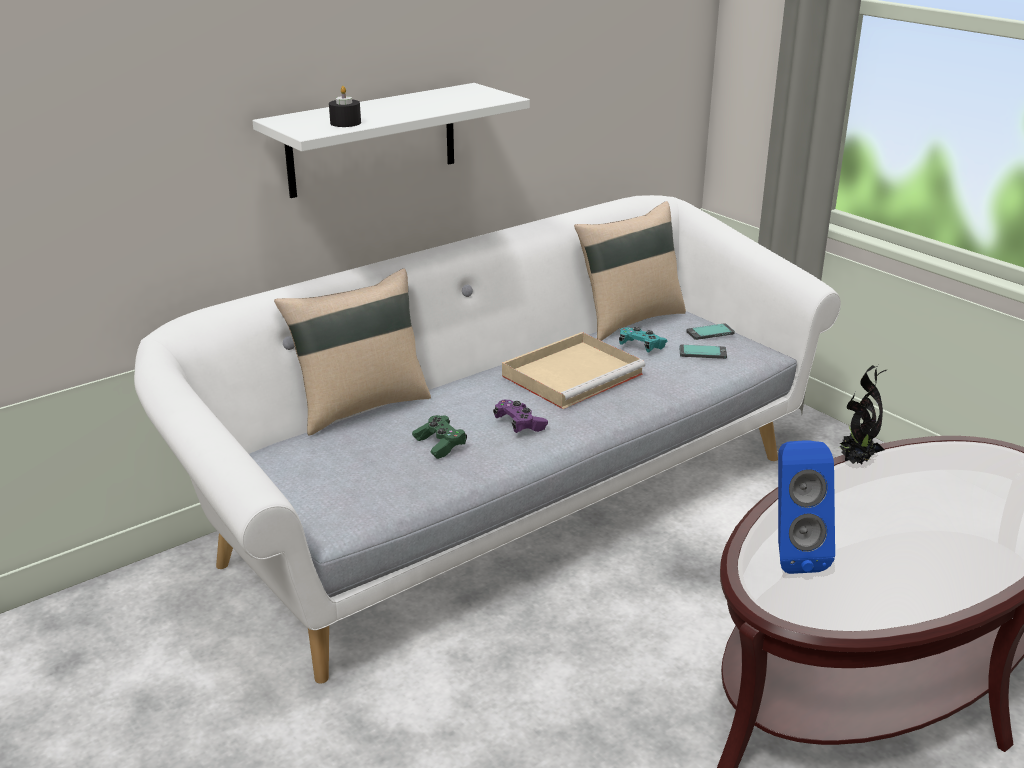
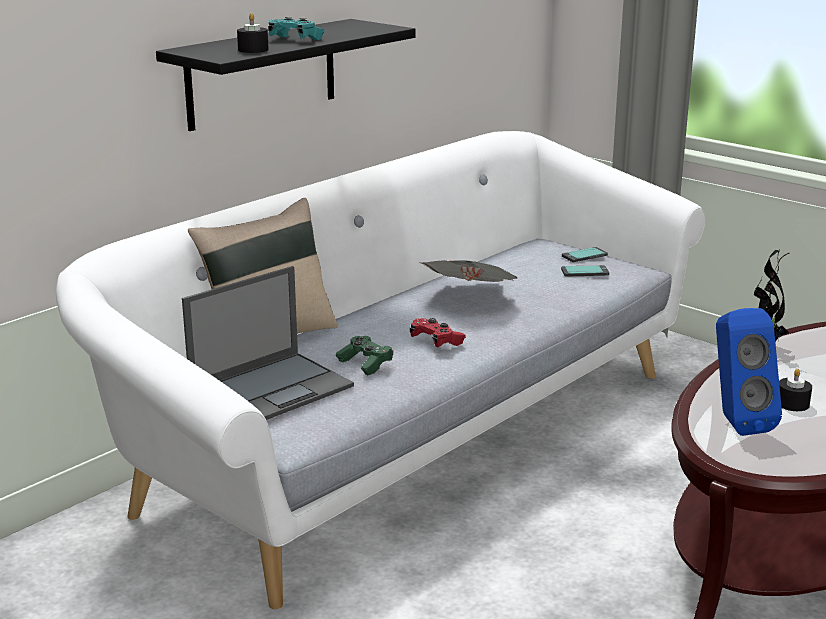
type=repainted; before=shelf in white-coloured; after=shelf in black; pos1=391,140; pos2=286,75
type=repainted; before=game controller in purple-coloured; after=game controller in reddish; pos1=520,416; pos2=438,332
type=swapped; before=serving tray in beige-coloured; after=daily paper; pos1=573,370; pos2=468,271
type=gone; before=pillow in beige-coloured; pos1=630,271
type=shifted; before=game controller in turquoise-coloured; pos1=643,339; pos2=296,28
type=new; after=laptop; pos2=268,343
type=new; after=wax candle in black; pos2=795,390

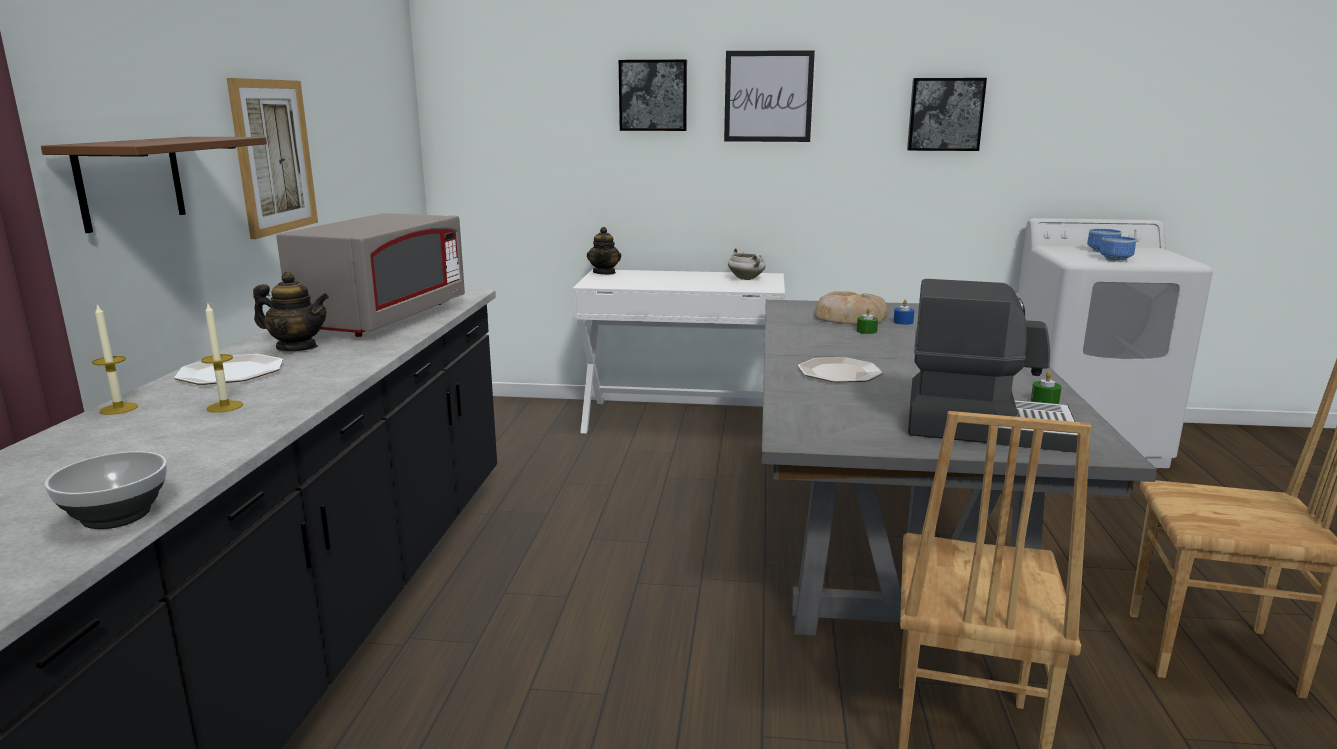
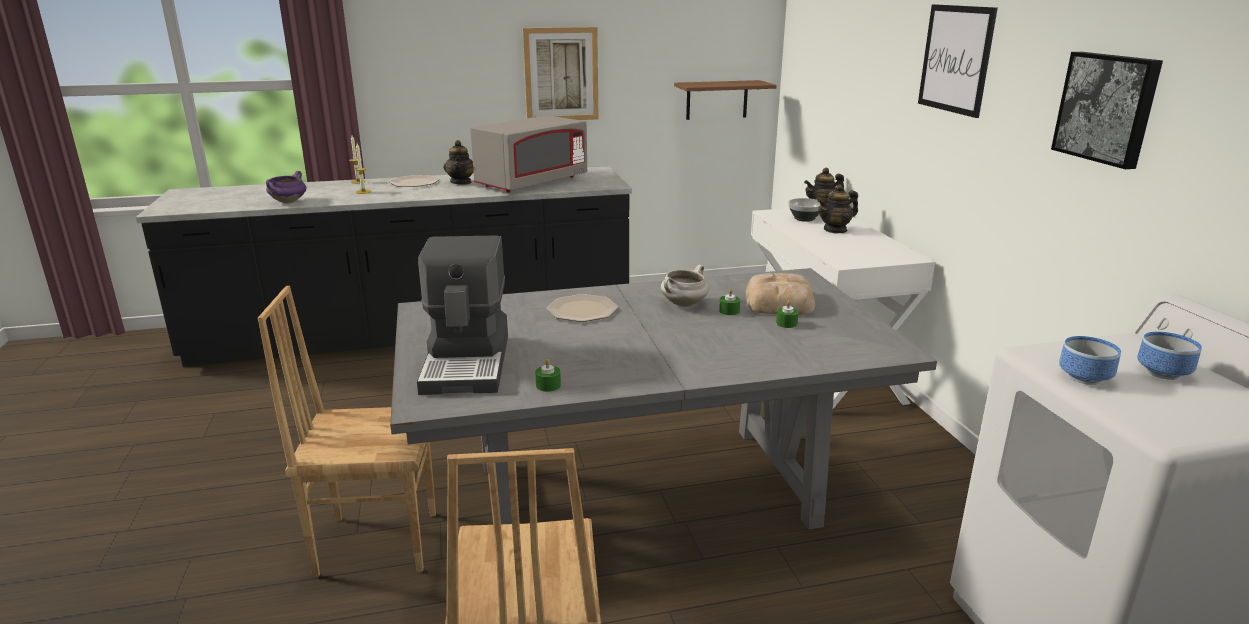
type=shifted; before=shelf in brownish; pos1=154,185; pos2=725,100
type=shifted; before=serving bowl; pos1=105,490; pos2=804,210
type=rotated; before=microwave oven in greyish; pos1=370,275; pos2=528,154; turn=-45
type=gone; before=picture; pos1=653,95
type=shifted; before=cooking pot in white-coloured; pos1=747,264; pos2=685,286
type=repainted; before=wax candle in bluish; after=wax candle in green-coloured; pos1=903,312; pos2=787,314
type=new; after=cooking pot in purple-coloured; pos2=286,187
type=new; after=tea pot; pos2=837,208

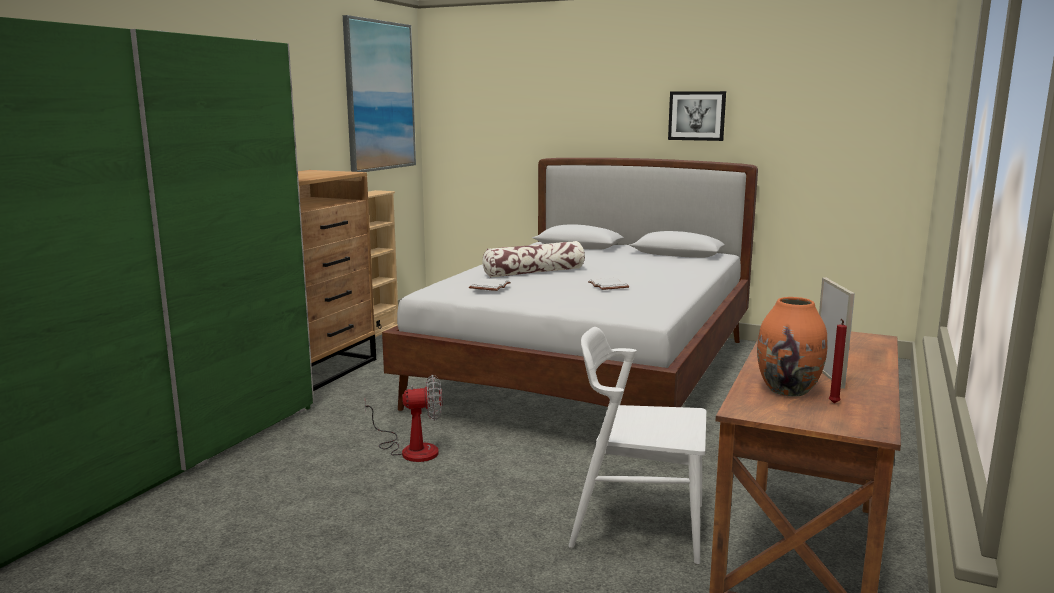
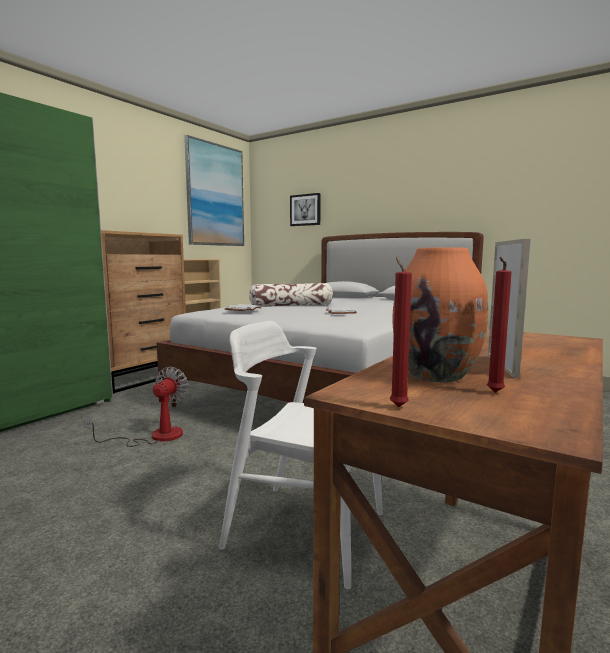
type=rotated; before=fan; pos1=403,418; pos2=136,407; turn=-75
type=shifted; before=picture; pos1=697,116; pos2=305,209
type=new; after=wax candle in reddish; pos2=401,332

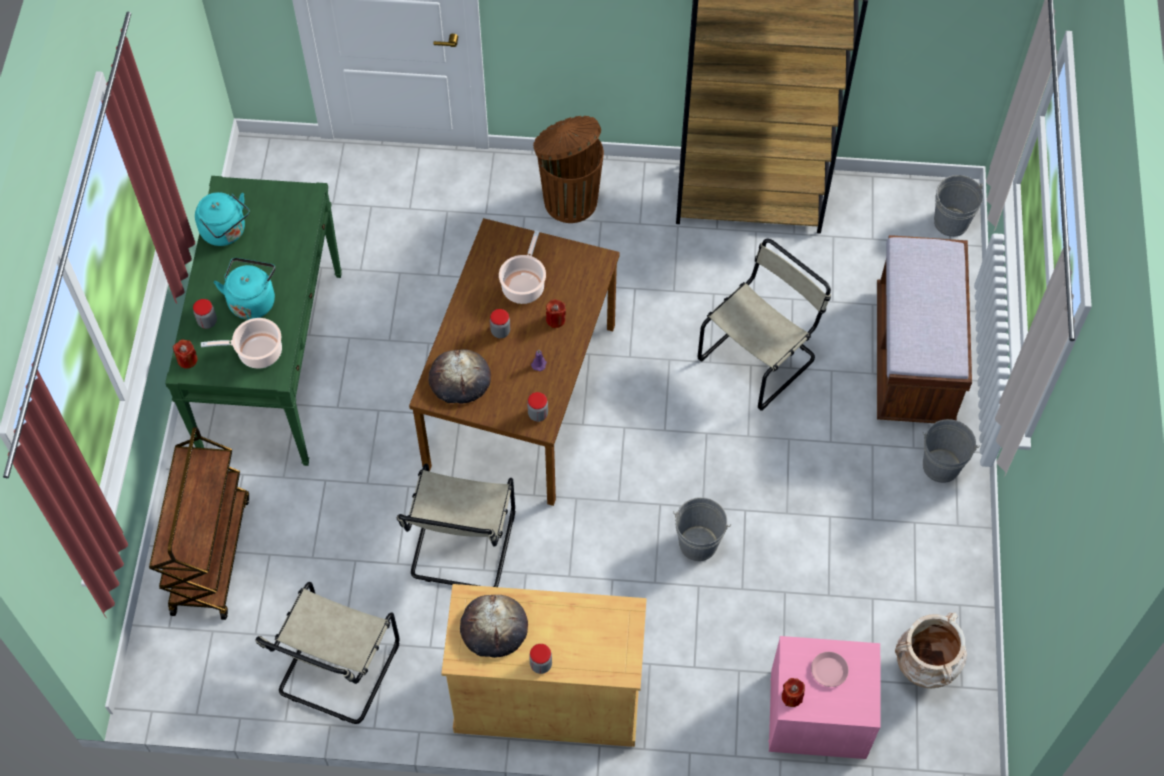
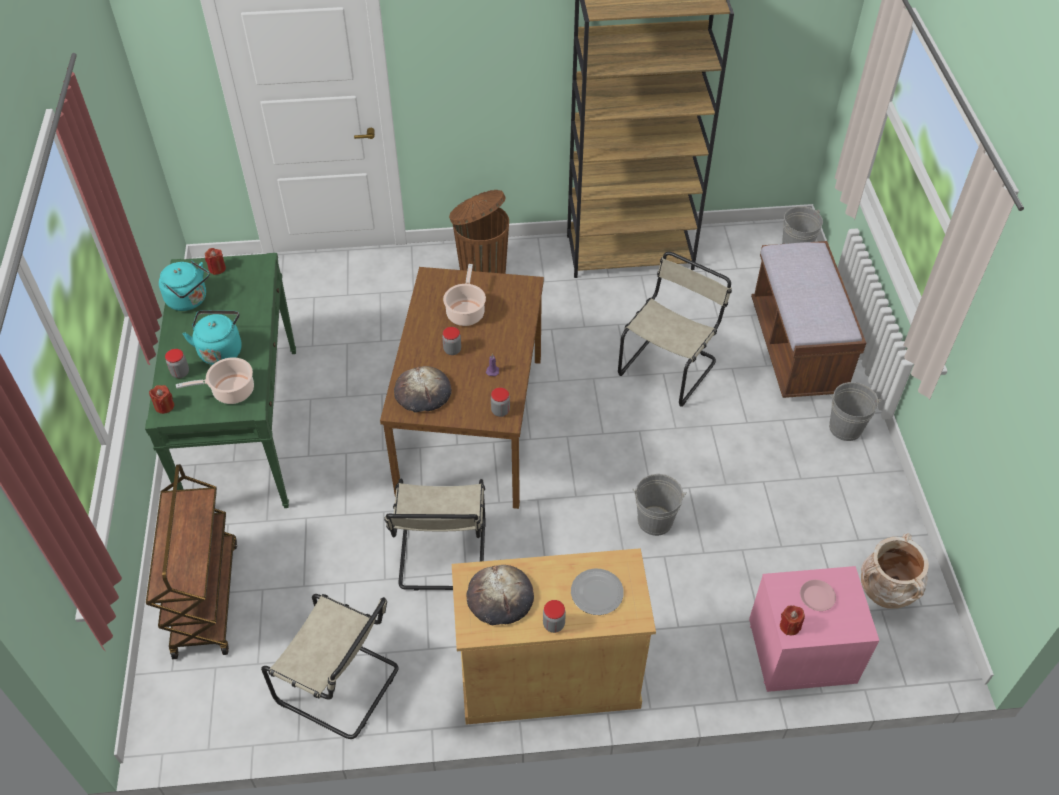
type=rotated; before=chair in beige-coloured; pos1=328,653; pos2=330,666; turn=-75
type=shifted; before=wax candle in reddish; pos1=556,313; pos2=215,261
type=new; after=flat dish; pos2=597,591

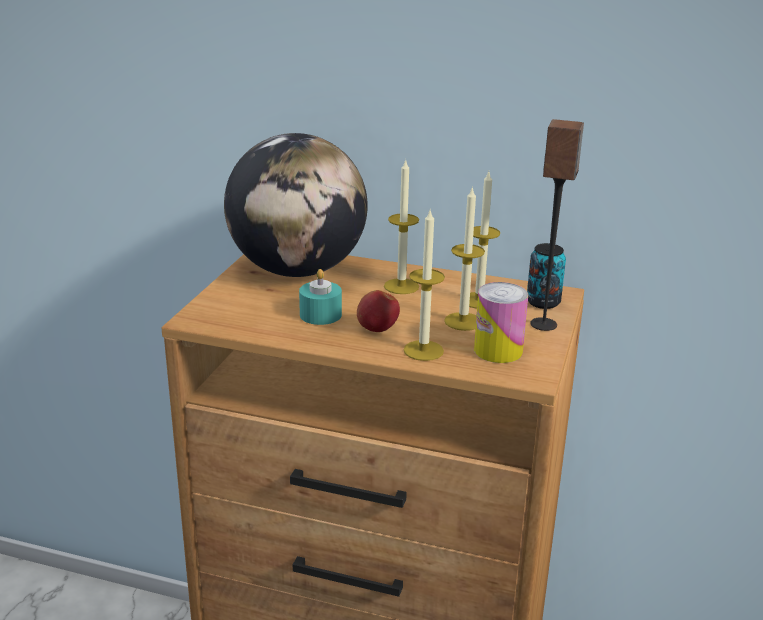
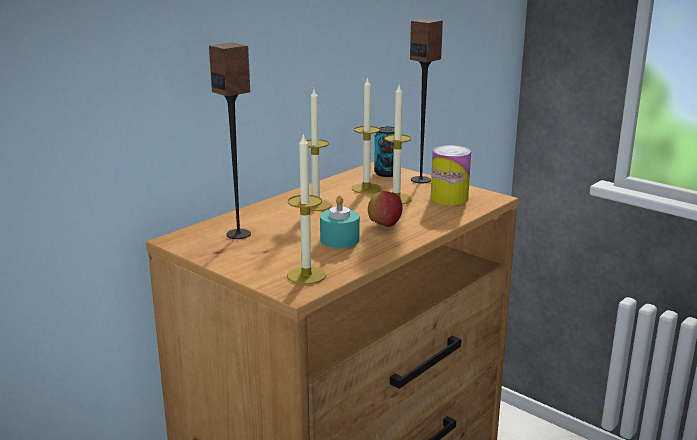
type=swapped; before=globe; after=loudspeaker; pos1=296,205; pos2=230,141
type=shifted; before=wax candle; pos1=424,285; pos2=306,208

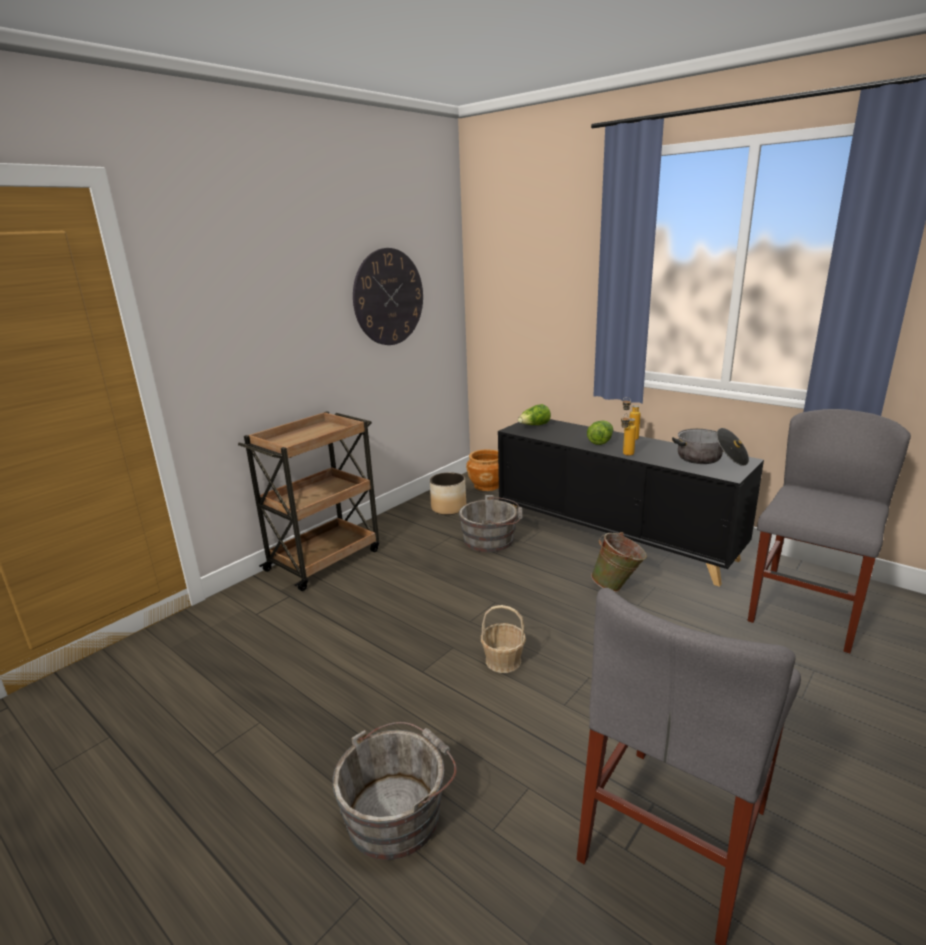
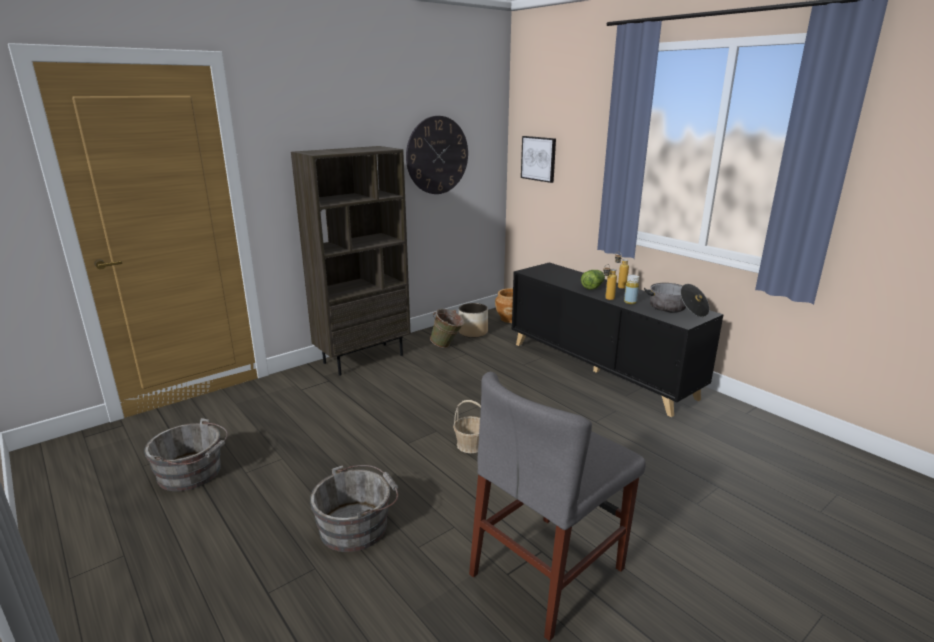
type=swapped; before=trolley in brownish; after=bookcase in brownish; pos1=308,501; pos2=351,261
type=shifted; before=water bucket in greyish; pos1=491,523; pos2=186,454
type=gone; before=head of lettuce; pos1=534,414
type=shifted; before=water bucket in green-coloured; pos1=619,562; pos2=447,328
type=gone; before=chair in greyish; pos1=829,531
type=new; after=picture; pos2=538,159
type=new; after=beverage bottle in yellow; pos2=631,289

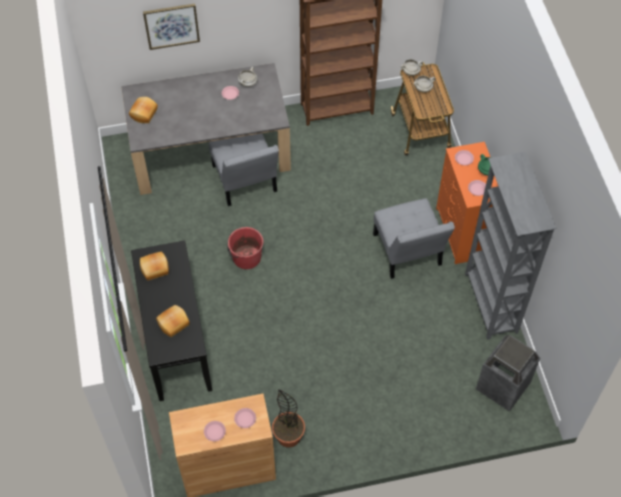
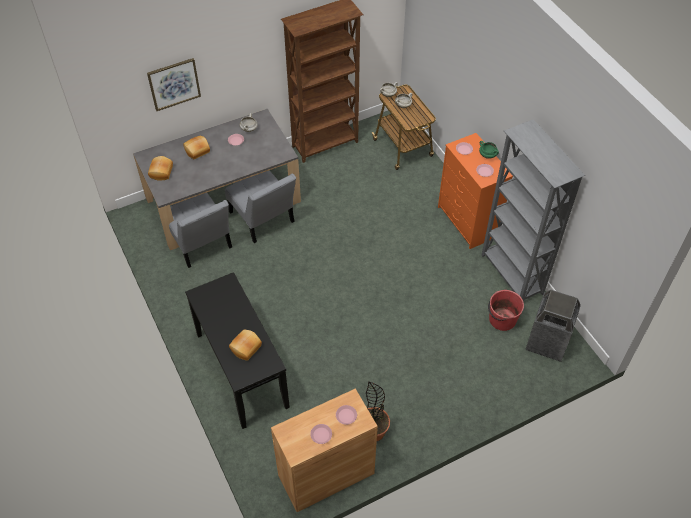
type=shifted; before=bakery bread; pos1=154,266; pos2=196,147
type=shifted; before=water bucket in reddish; pos1=245,248; pos2=506,310
type=shifted; before=chair in greyish; pos1=414,238; pos2=200,230

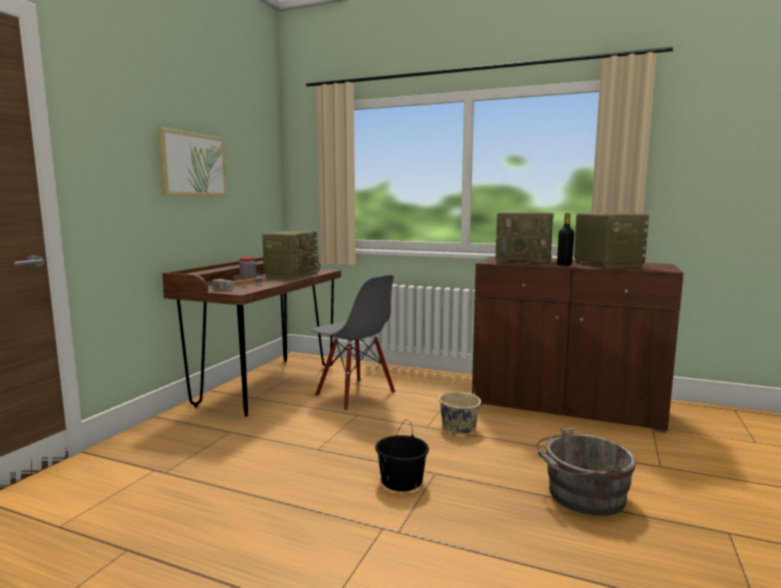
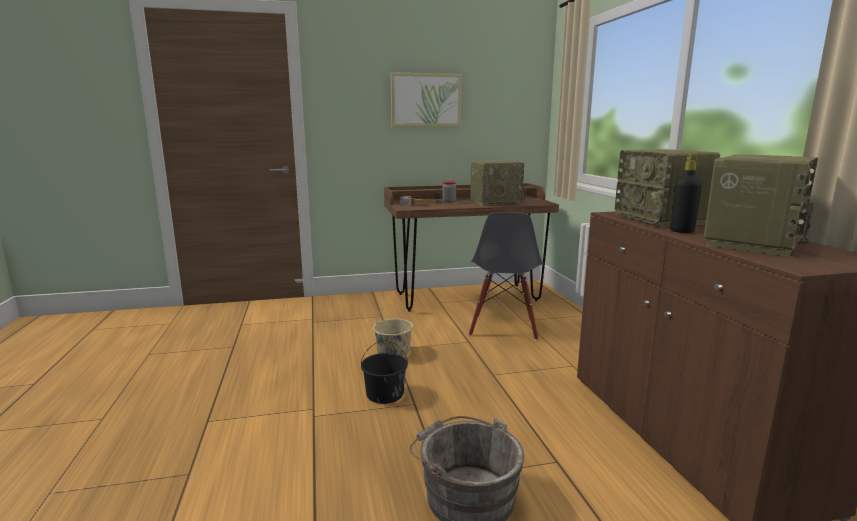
type=shifted; before=water bucket in beige-coloured; pos1=460,405; pos2=393,331

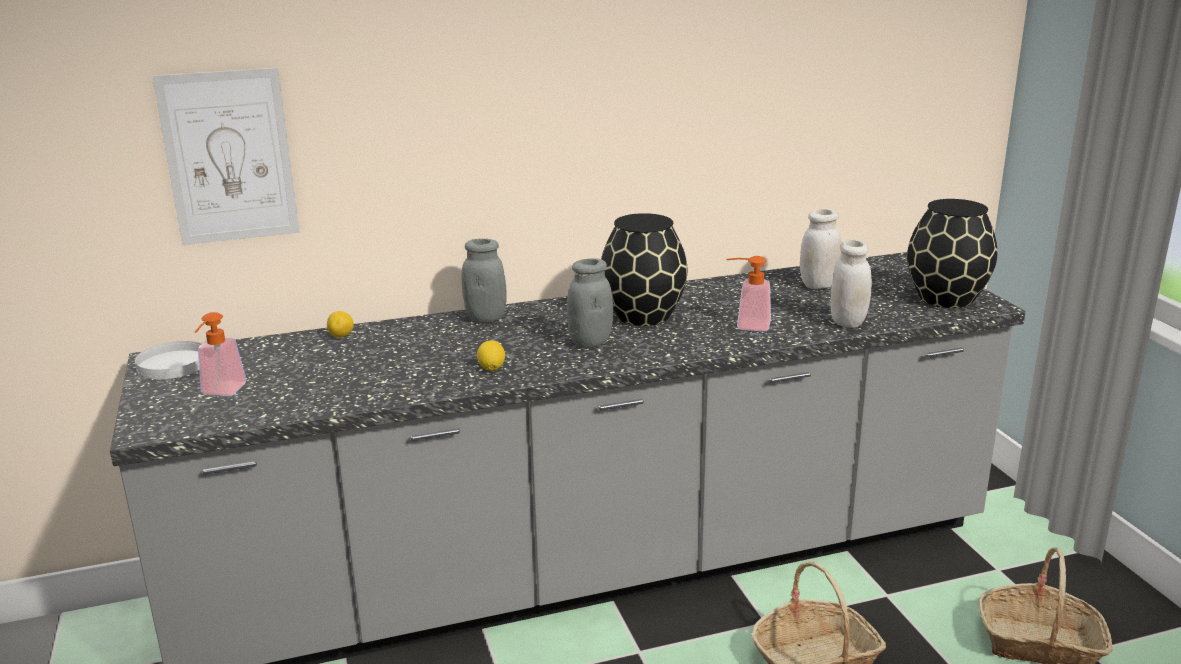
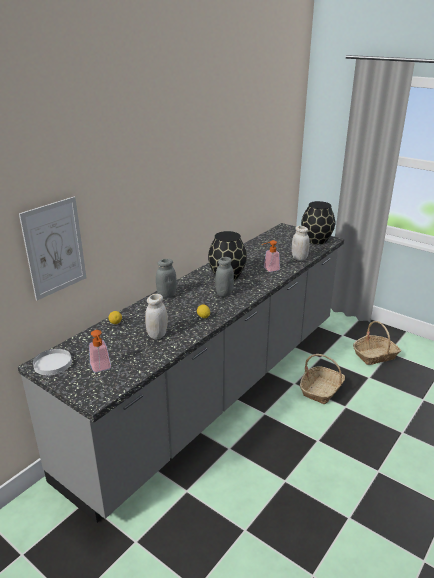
type=shifted; before=storage jar in white-coloured; pos1=820,249; pos2=156,317

